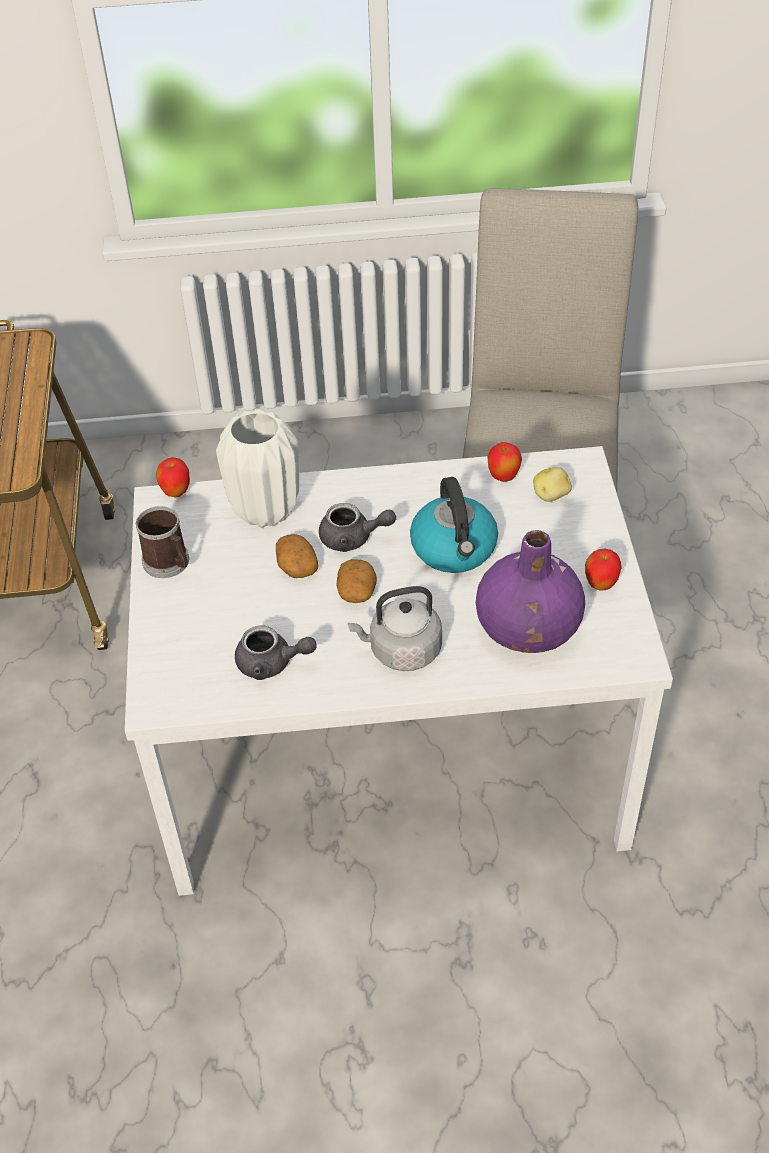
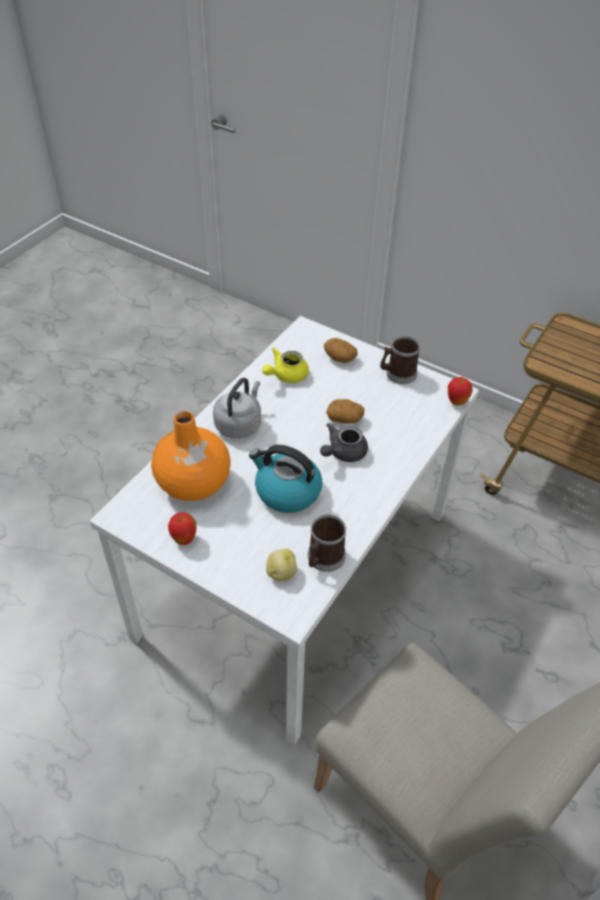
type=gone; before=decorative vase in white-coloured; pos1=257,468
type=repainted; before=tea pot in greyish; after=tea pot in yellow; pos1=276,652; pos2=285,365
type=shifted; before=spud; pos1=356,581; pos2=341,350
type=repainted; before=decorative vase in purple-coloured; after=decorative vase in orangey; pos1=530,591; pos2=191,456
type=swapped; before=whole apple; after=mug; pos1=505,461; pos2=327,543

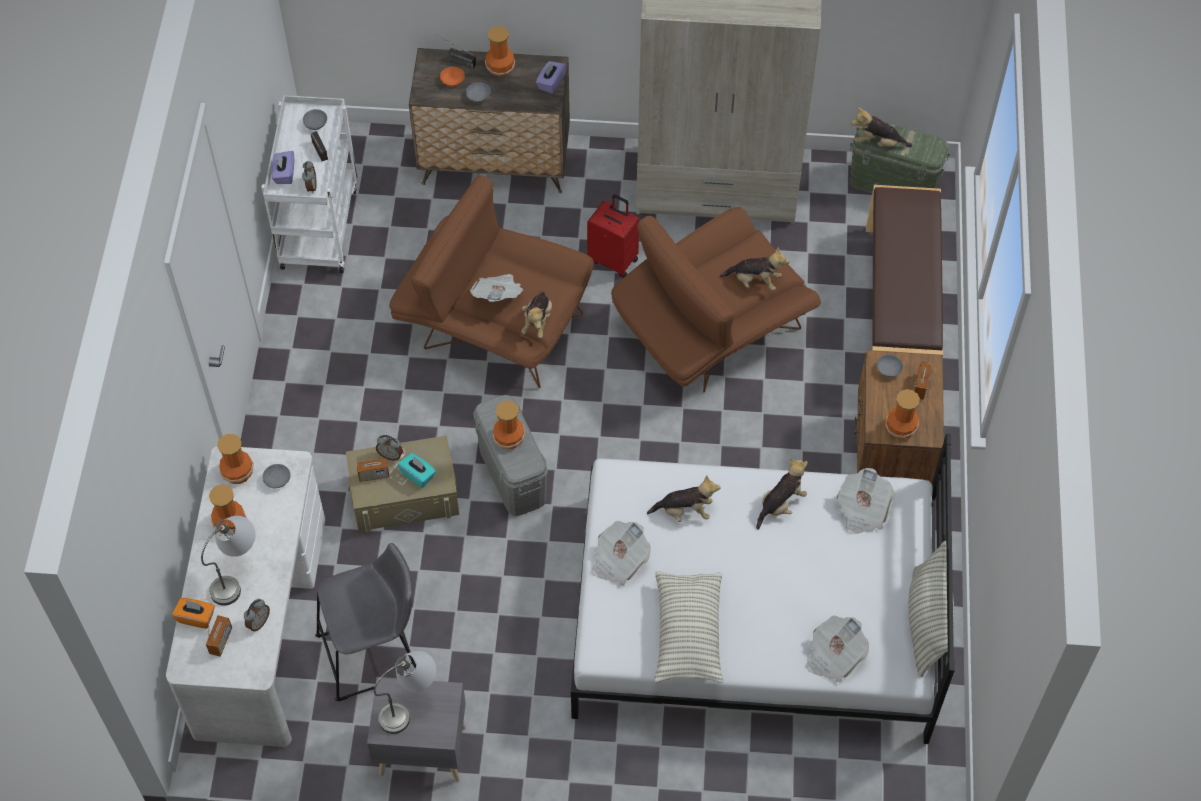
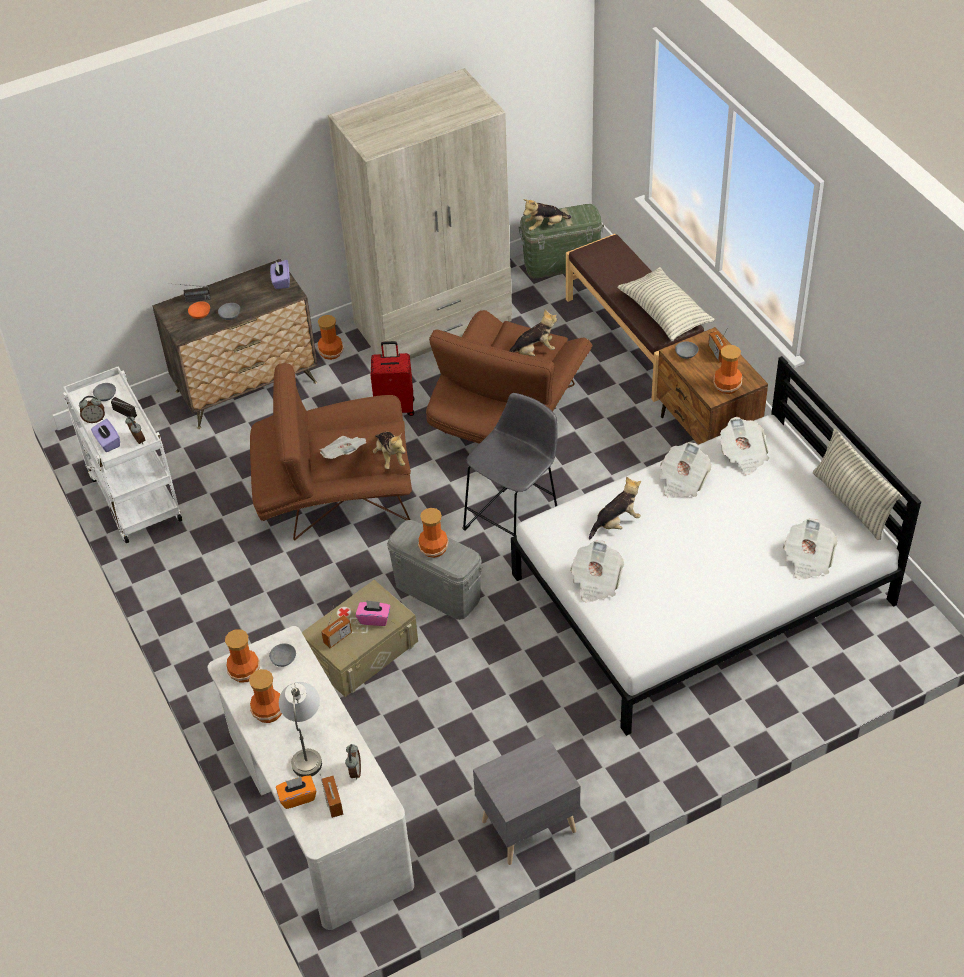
type=shifted; before=stool in greyish; pos1=365,622; pos2=510,464
type=gone; before=tabletop lamp in greyish; pos1=405,692
type=shifted; before=table clock; pos1=389,447; pos2=92,409
type=repainted; before=box of tissues in turquoise-coloured; after=box of tissues in pinkish; pos1=417,470; pos2=373,613
type=shifted; before=decorative vase; pos1=500,51; pos2=330,337
type=shifted; before=pillow; pos1=689,627; pos2=666,304
type=swapped; before=cuddly toy; after=daily paper; pos1=782,494; pos2=685,470

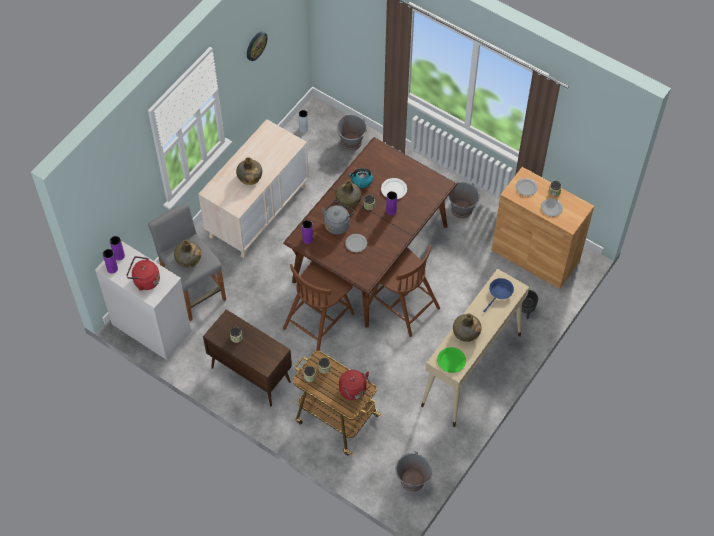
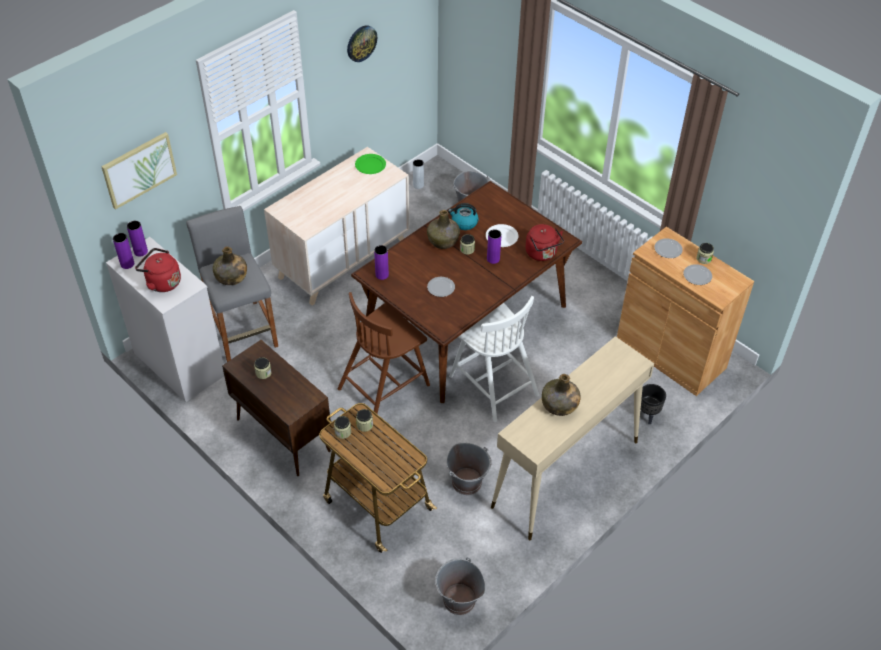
type=gone; before=beverage bottle in green-coloured; pos1=249,171
type=gone; before=tea kettle in greyish; pos1=337,217
type=shifted; before=tea kettle in reddish; pos1=355,385; pos2=545,242
type=repainted; before=chair in brownish; after=chair in white-coloured; pos1=404,291; pos2=494,359
type=shifted; before=flat dish in green-coloured; pos1=451,360; pos2=370,164
type=shifted; before=water bucket in greyish; pos1=464,200; pos2=469,469
type=gone; before=skillet in bluish; pos1=498,295
type=new; after=picture; pos2=139,171

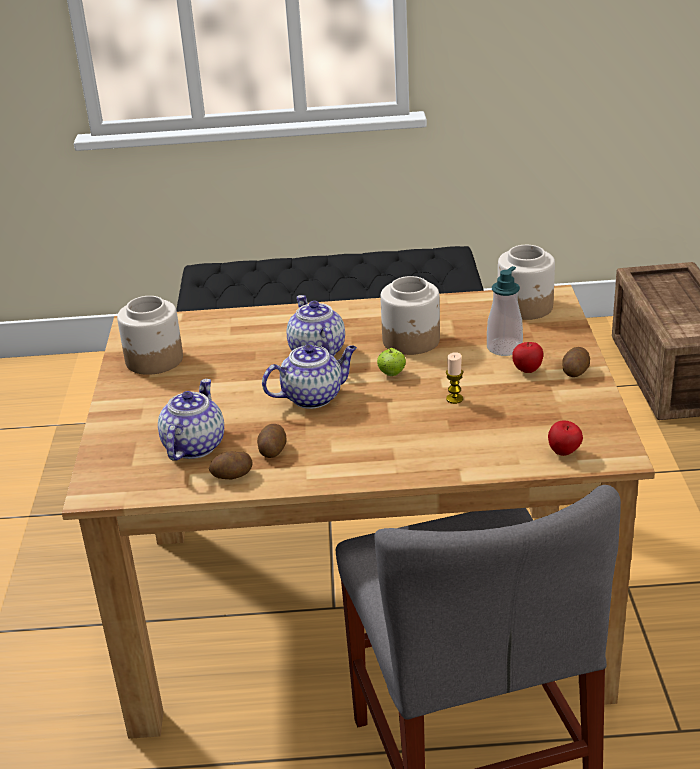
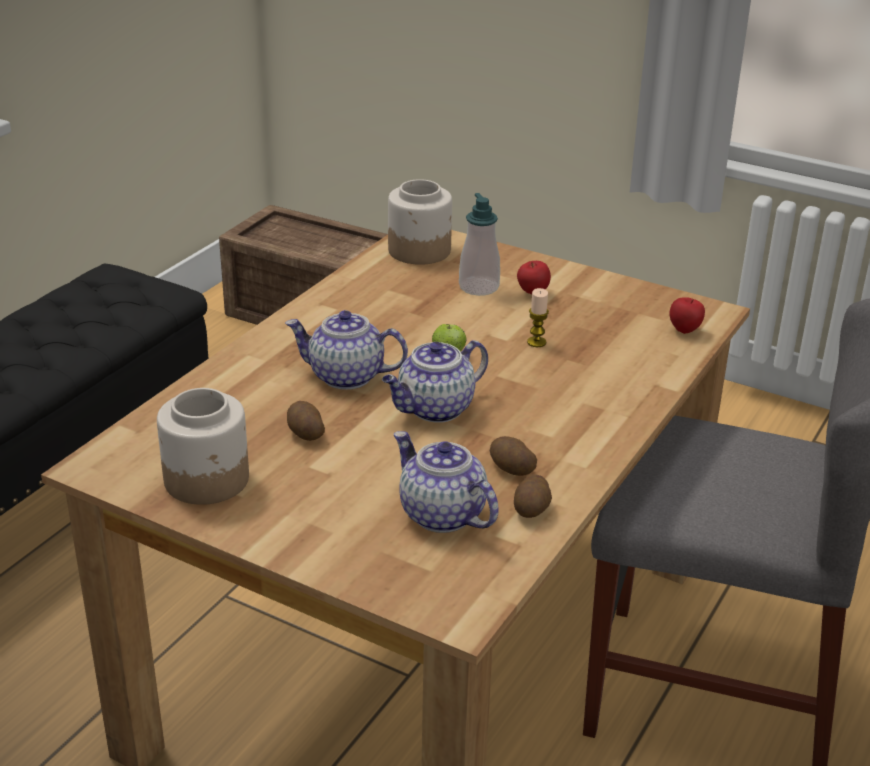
type=rotated; before=tea pot; pos1=309,376; pos2=435,381; turn=-135
type=gone; before=storage jar; pos1=410,315
type=shifted; before=spud; pos1=576,362; pos2=306,421

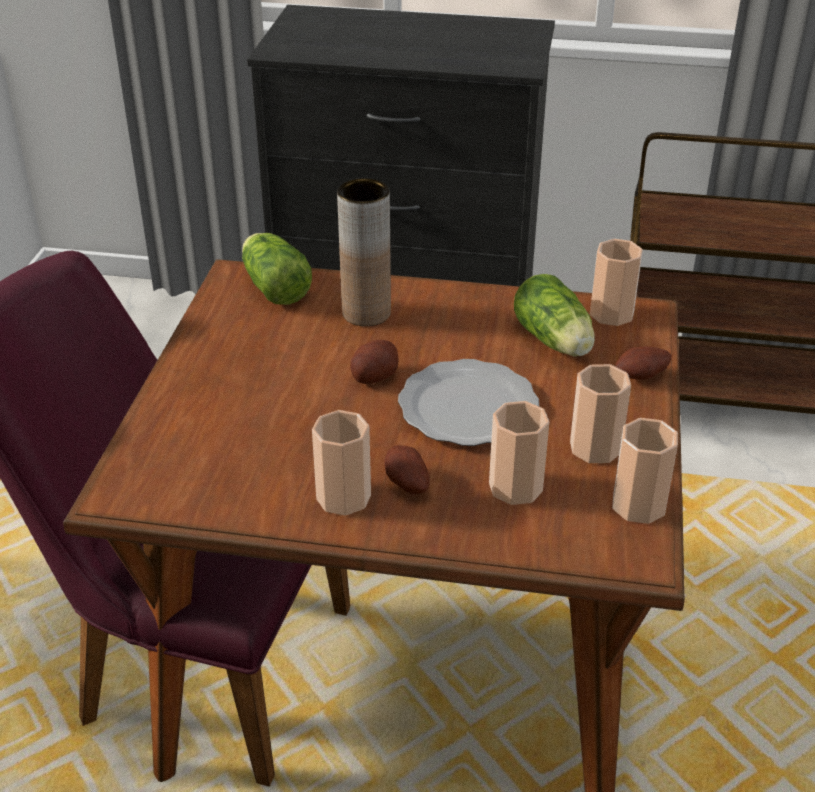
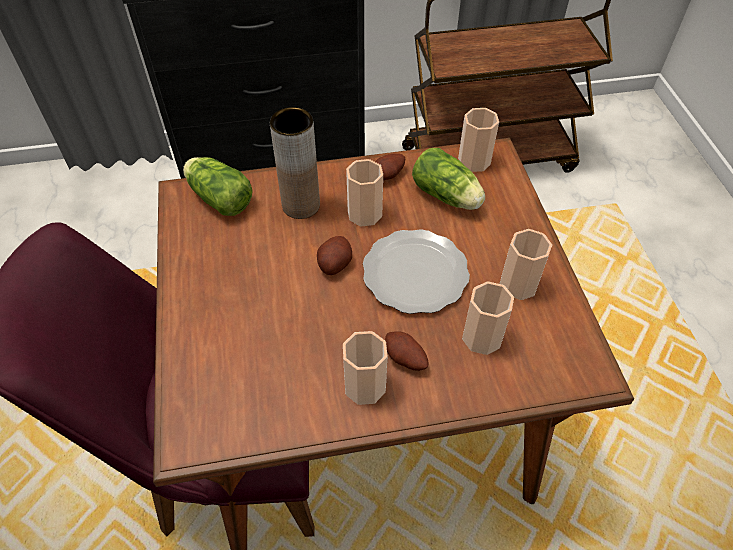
type=shifted; before=drinking cup; pos1=645,471; pos2=364,192
type=shifted; before=spud; pos1=644,363; pos2=390,167

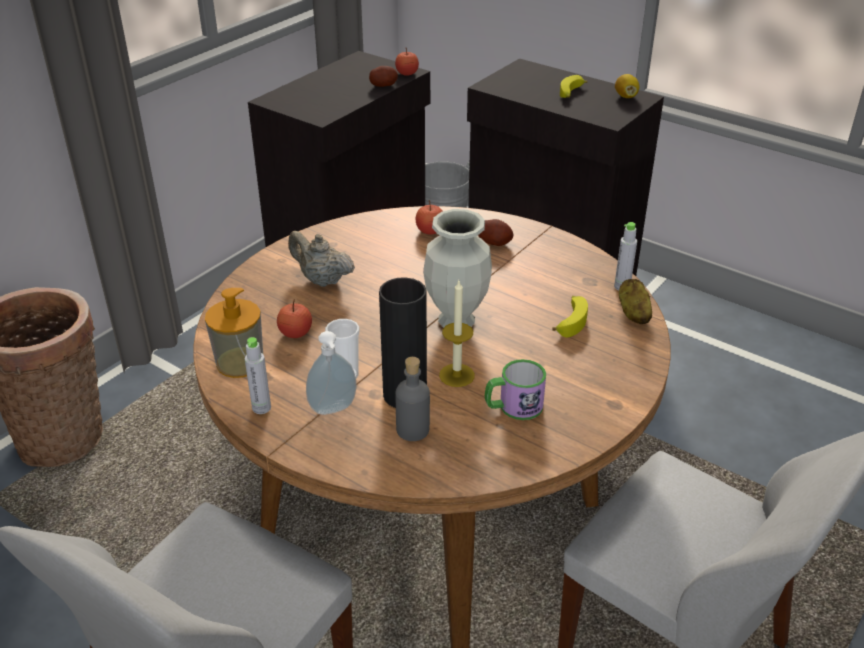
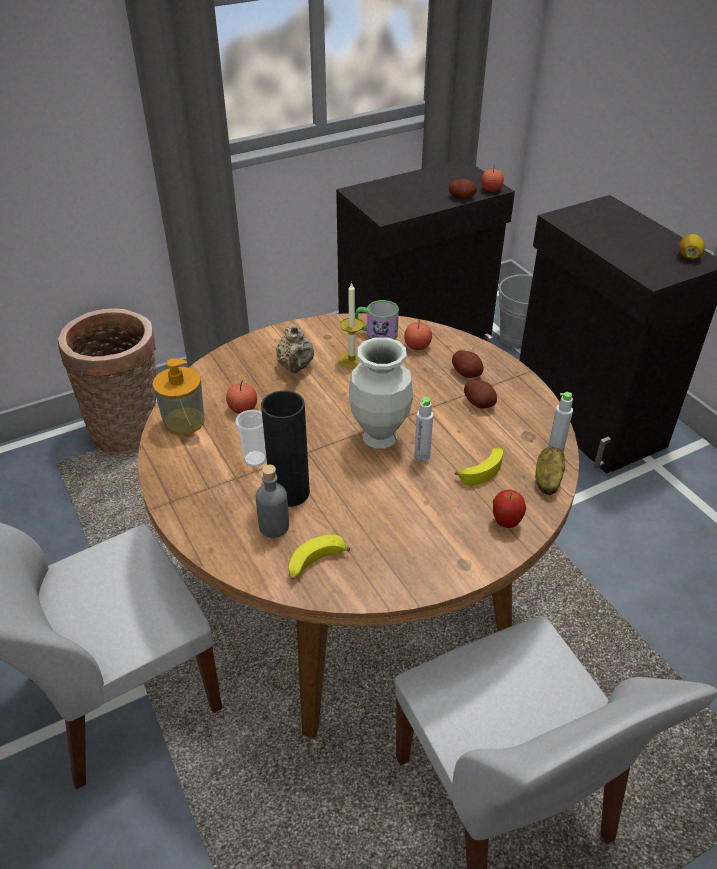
type=shifted; before=beverage bottle in greyish; pos1=258,375; pos2=423,429
type=rotated; before=tea pot in beige-coloured; pos1=321,259; pos2=295,349; turn=-150
type=gone; before=soap dispenser; pos1=331,373
type=shifted; before=wax candle; pos1=457,334; pos2=351,325
type=shifted; before=mug; pos1=515,389; pos2=377,320
type=shifted; before=banana fruit; pos1=573,86; pos2=319,557
type=new; after=spud; pos2=480,393
type=new; after=whole apple; pos2=509,508

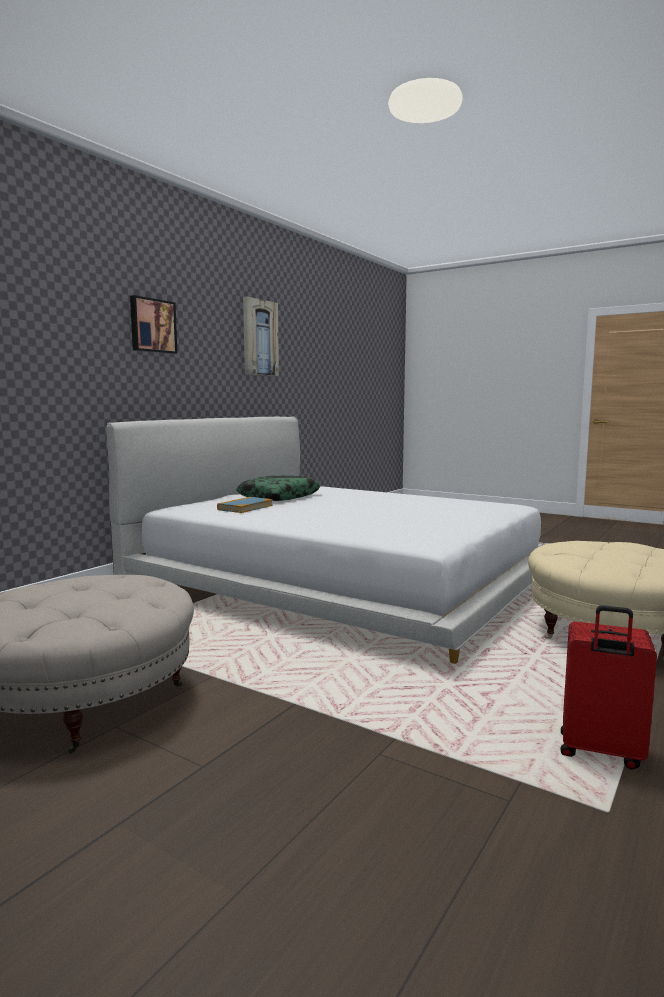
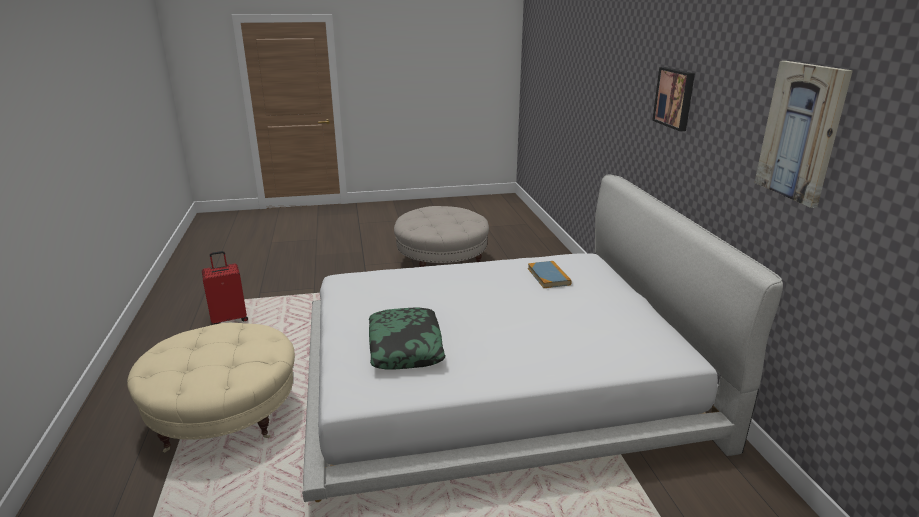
type=shifted; before=pillow; pos1=278,488; pos2=407,339

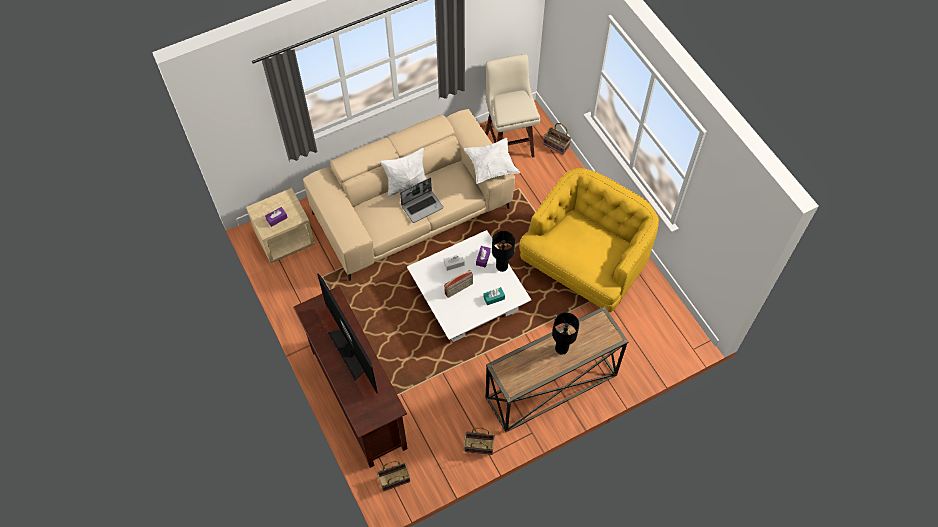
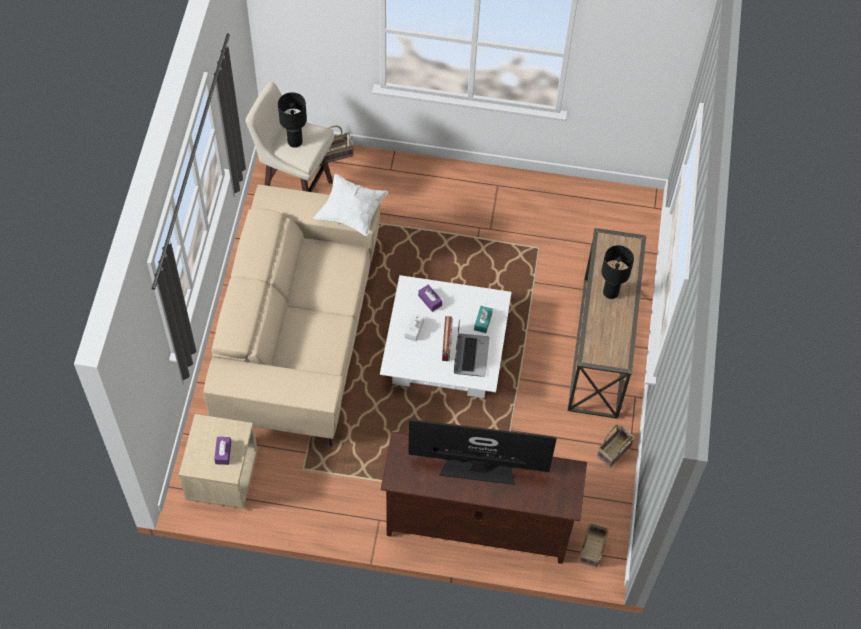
type=gone; before=pillow in white-coloured; pos1=403,172
type=shifted; before=laptop; pos1=421,200; pos2=471,348
type=shifted; before=tabletop lamp in black; pos1=503,251; pos2=292,120
type=gone; before=armchair in yellow; pos1=589,240

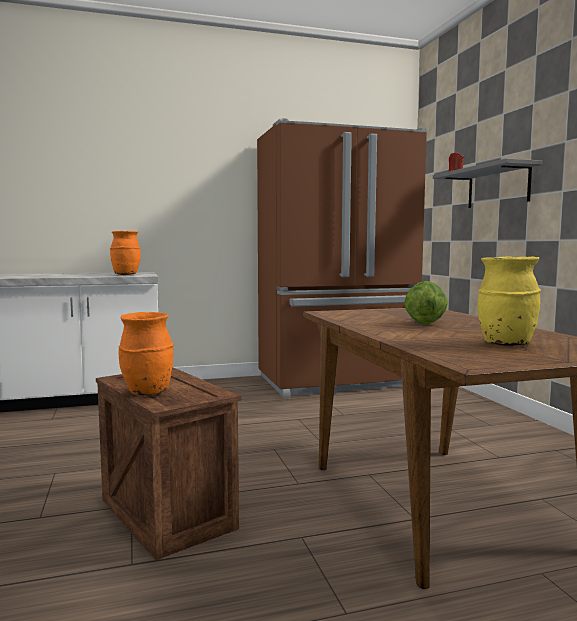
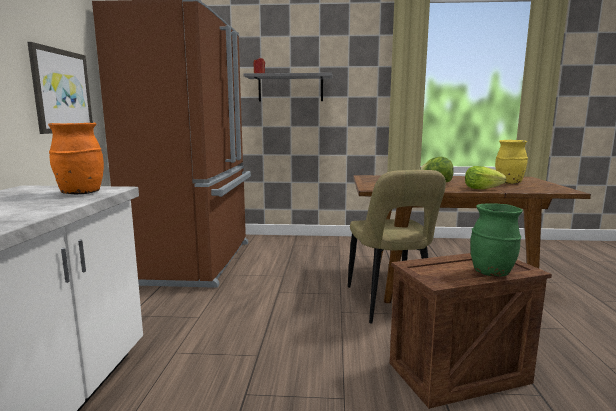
type=repainted; before=decorative vase in orangey; after=decorative vase in green-coloured; pos1=146,353; pos2=497,240
type=new; after=picture; pos2=60,88
type=new; after=chair in beige-coloured; pos2=397,247
type=new; after=head of lettuce; pos2=486,177

